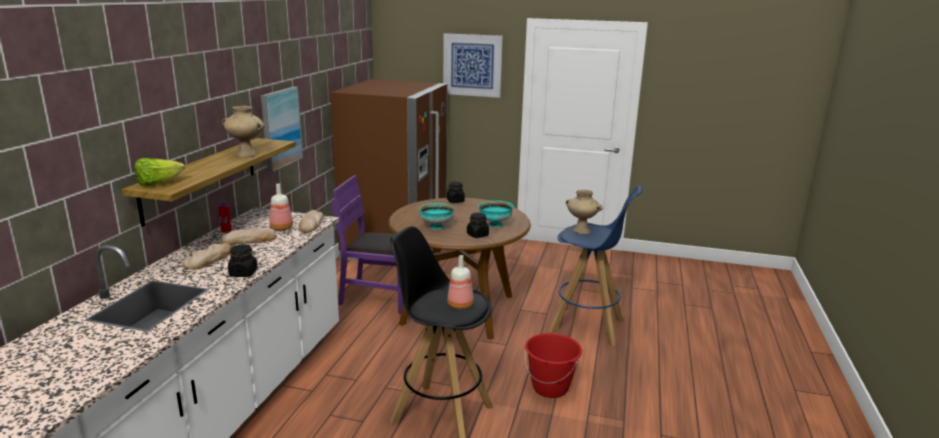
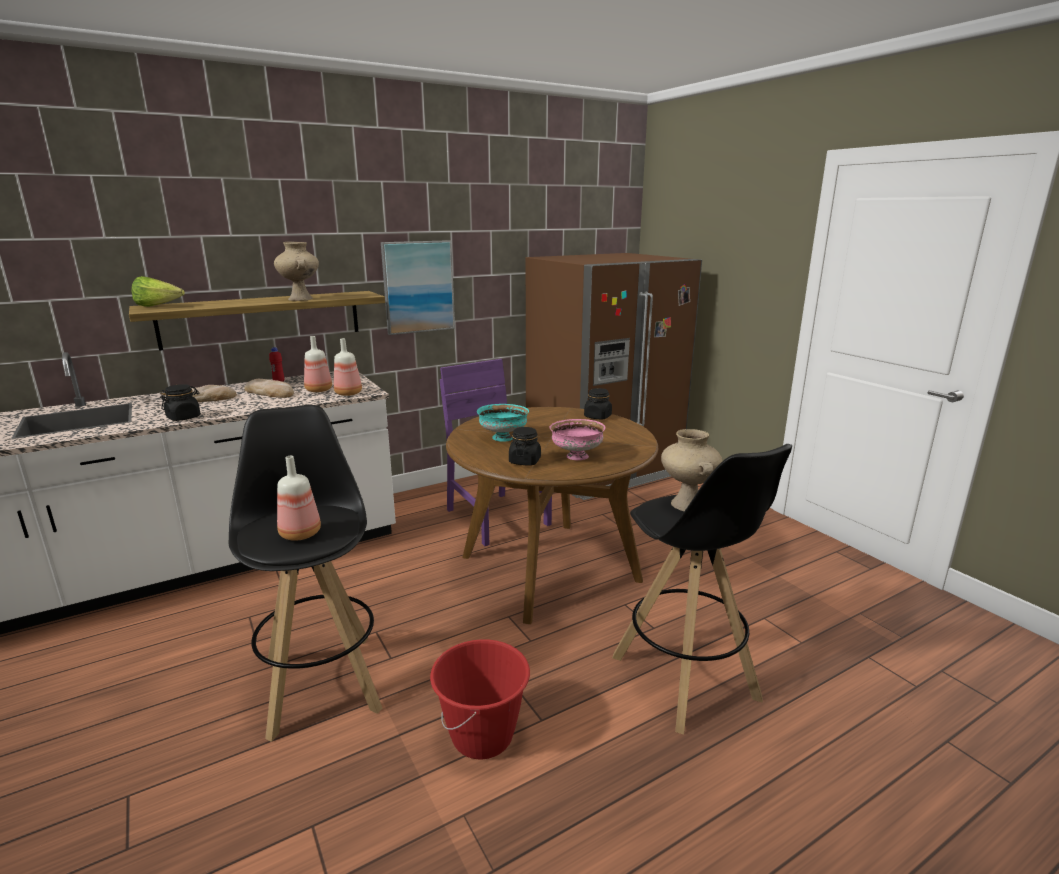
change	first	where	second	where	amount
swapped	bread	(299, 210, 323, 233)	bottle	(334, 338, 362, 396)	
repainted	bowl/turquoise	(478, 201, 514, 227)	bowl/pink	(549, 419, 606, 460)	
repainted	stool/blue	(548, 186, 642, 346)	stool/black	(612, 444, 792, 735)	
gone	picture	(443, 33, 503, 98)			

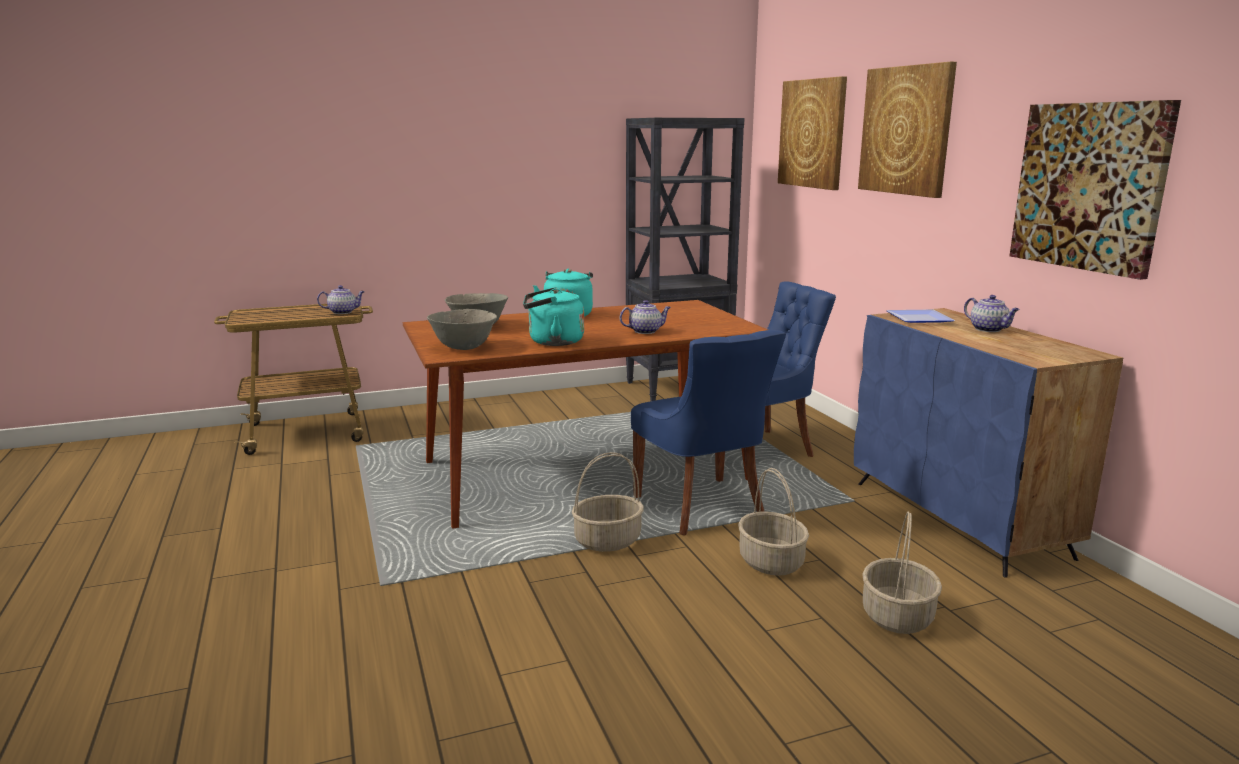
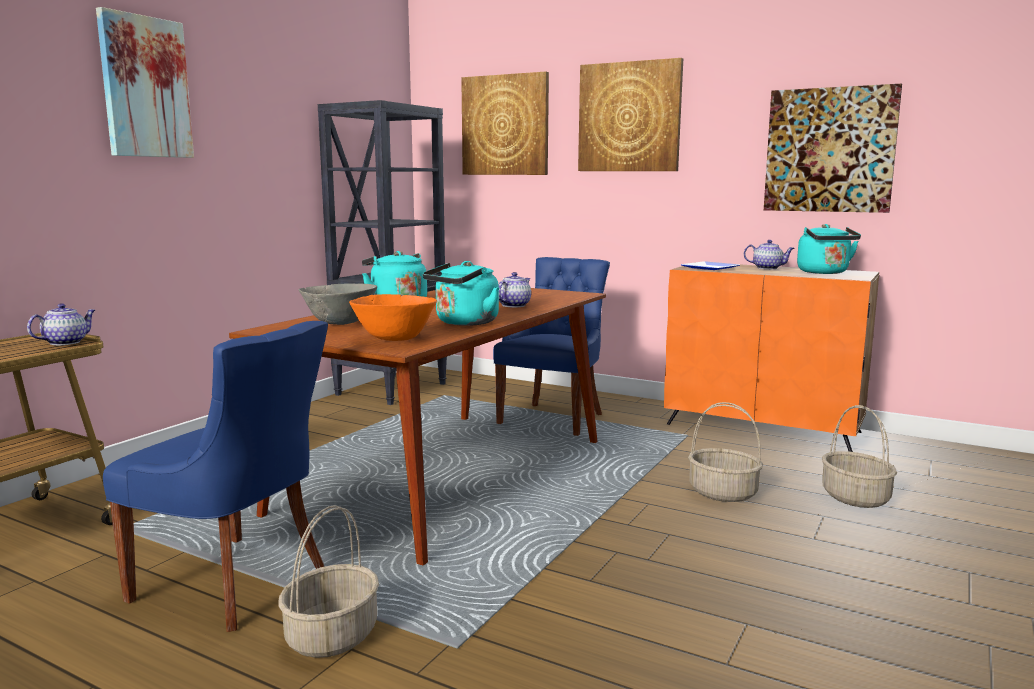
change	first	where	second	where	amount
new			picture	(96, 7, 194, 158)	
shifted	chair/blue	(631, 330, 786, 535)		(103, 321, 328, 632)	
shifted	basket	(571, 452, 644, 552)		(279, 505, 379, 658)	
repainted	bowl/grey	(427, 309, 497, 350)	bowl/orange	(349, 294, 437, 341)	
repainted	cabinet/blue	(854, 308, 1123, 578)	cabinet/orange	(664, 262, 879, 452)	
new			kettle/turquoise	(797, 224, 861, 274)	

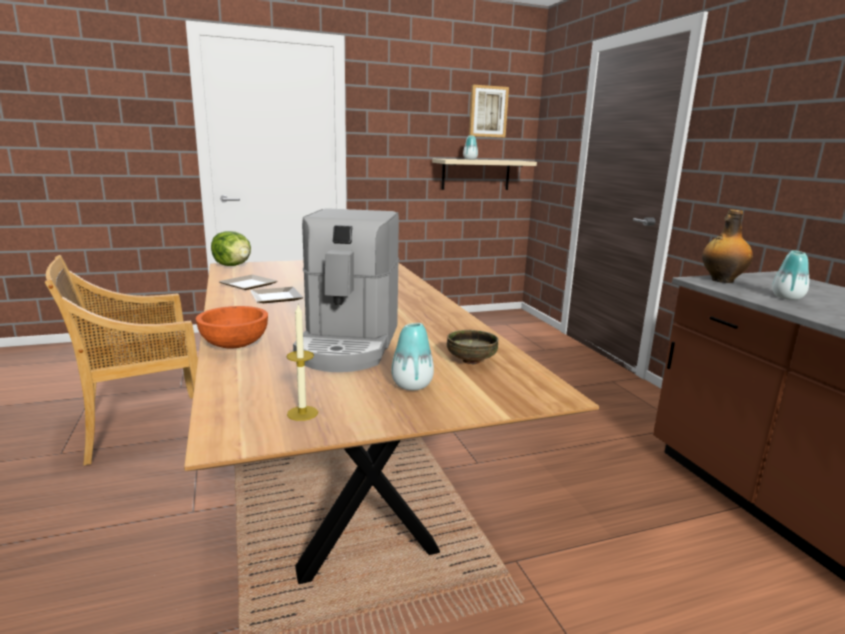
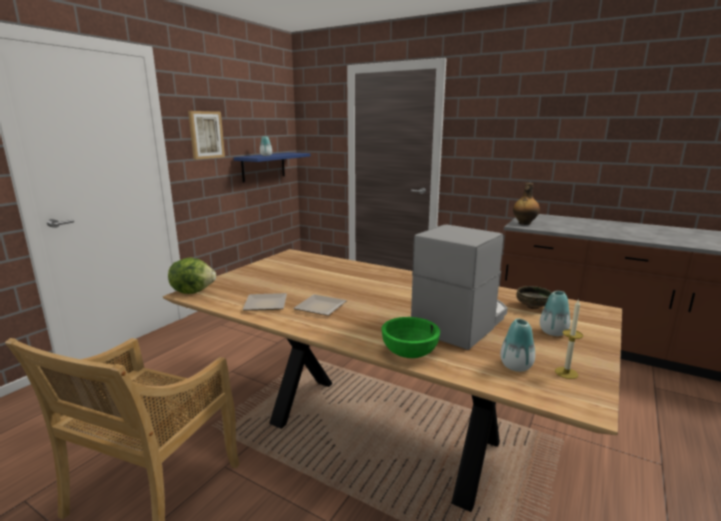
change	first	where	second	where	amount
shifted	picture	(469, 85, 509, 137)		(188, 111, 225, 160)	
repainted	shelf/beige	(432, 159, 537, 190)	shelf/blue	(234, 152, 311, 183)	
repainted	bowl/orange	(196, 306, 268, 349)	bowl/green	(381, 317, 440, 358)	
rotated	coffee machine	(293, 208, 399, 372)		(411, 225, 508, 350)	105 degrees counterclockwise
shifted	vase	(772, 250, 809, 300)		(500, 319, 535, 372)	

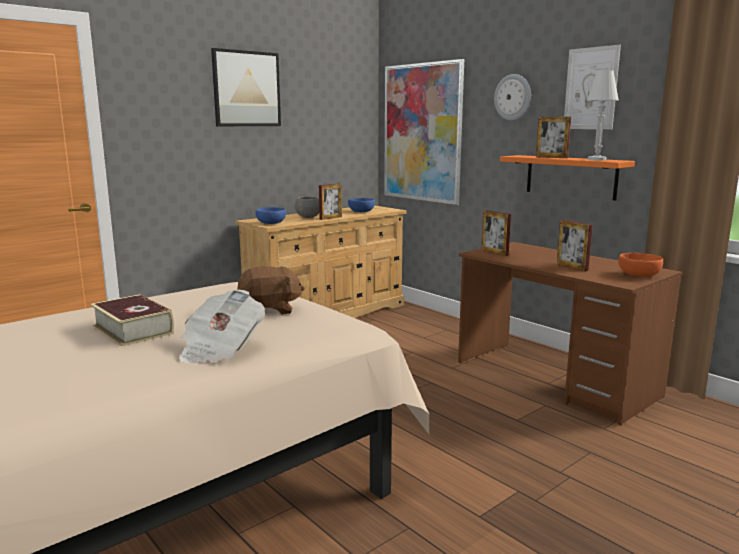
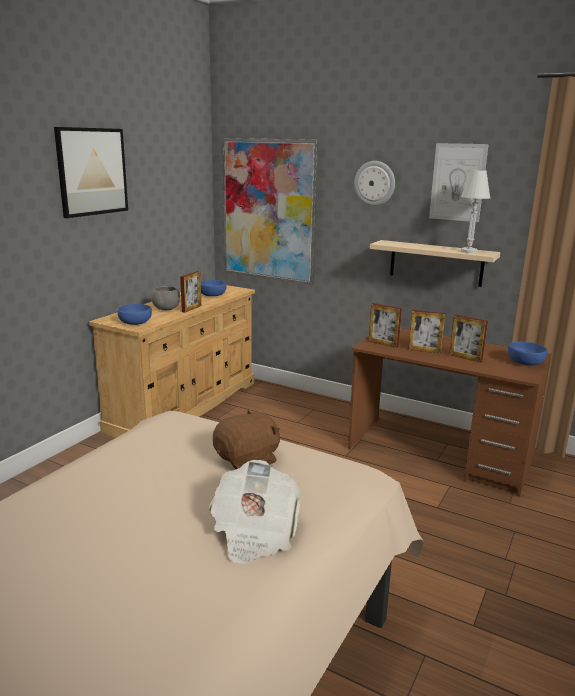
change	first	where	second	where	amount
repainted	shelf/orange	(500, 155, 635, 201)	shelf/beige	(370, 240, 500, 287)	
shifted	picture frame	(536, 117, 571, 158)		(408, 310, 446, 354)	
repainted	bowl/orange	(618, 253, 663, 277)	bowl/blue	(508, 342, 547, 365)	
gone	book	(90, 294, 174, 346)			

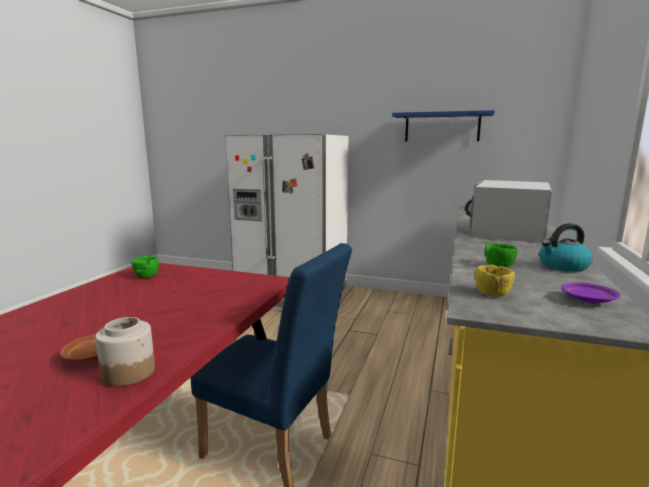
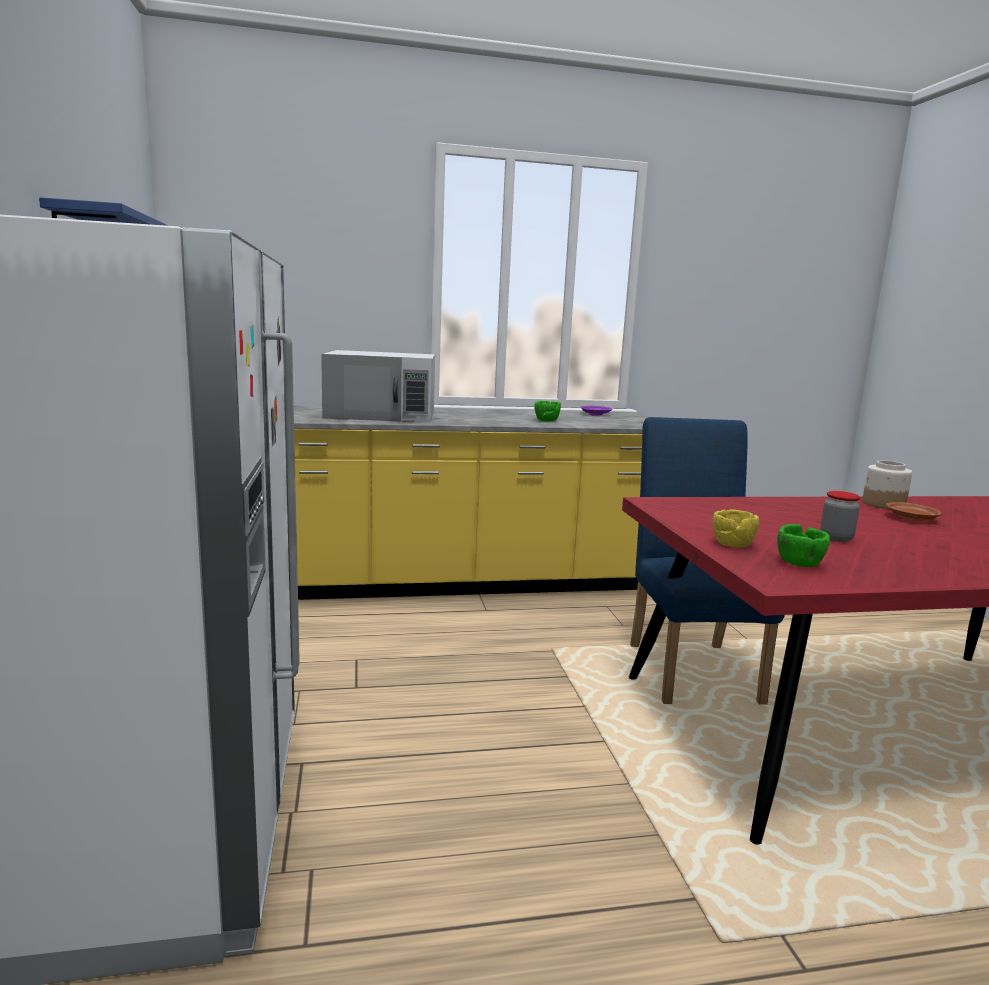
change	first	where	second	where	amount
shifted	bowl/yellow	(475, 265, 515, 296)		(713, 509, 759, 548)	
new			jar	(820, 491, 860, 542)	
gone	kettle	(539, 223, 593, 272)			

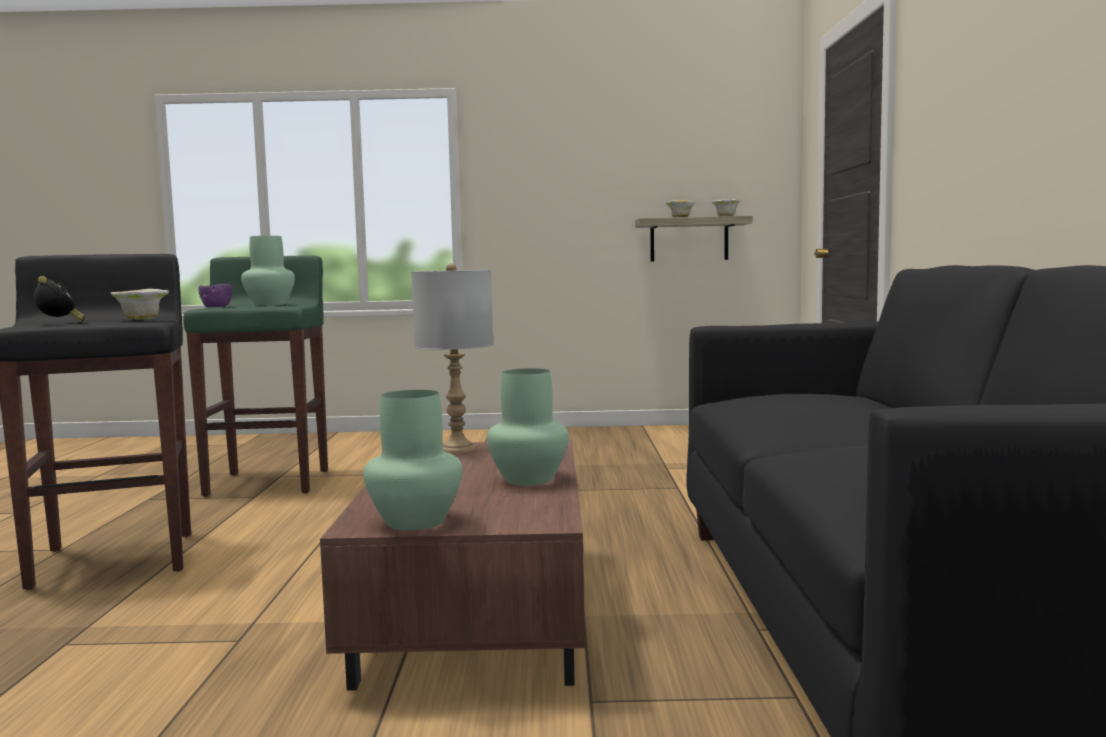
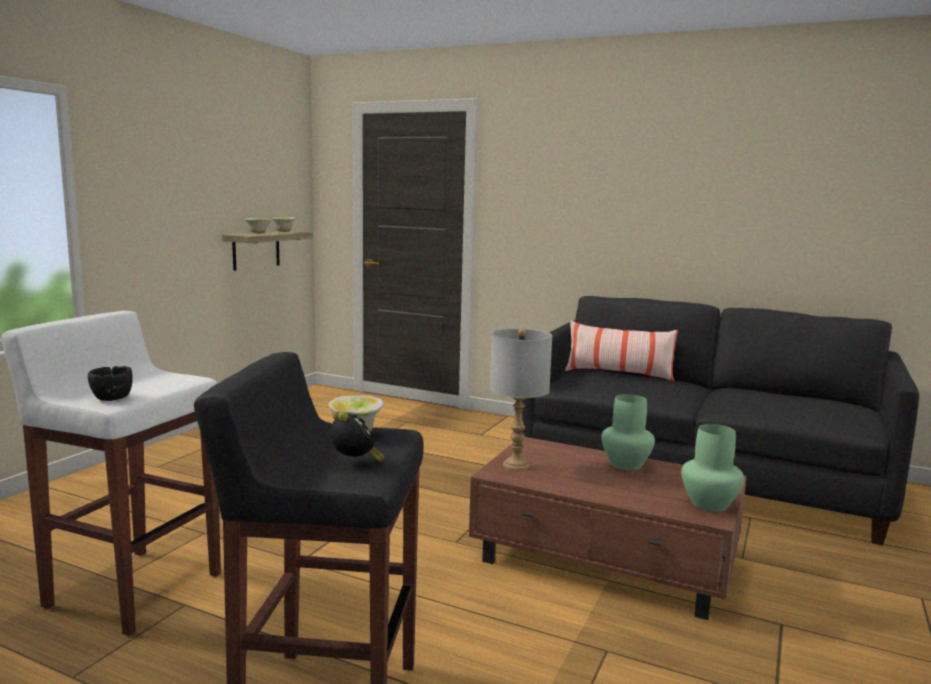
change	first	where	second	where	amount
repainted	stool/green	(183, 255, 328, 497)	stool/white	(1, 311, 221, 636)	
repainted	bowl/purple	(199, 284, 232, 307)	bowl/black	(88, 366, 133, 401)	
rotated	alarm clock	(33, 276, 86, 322)		(330, 411, 385, 462)	75 degrees clockwise
new			pillow	(565, 321, 678, 382)	
gone	vase/green	(241, 236, 295, 306)			

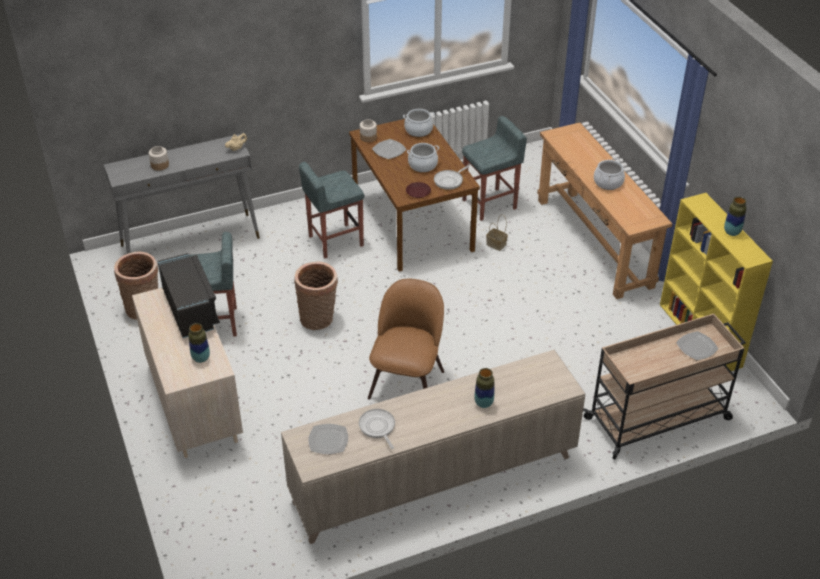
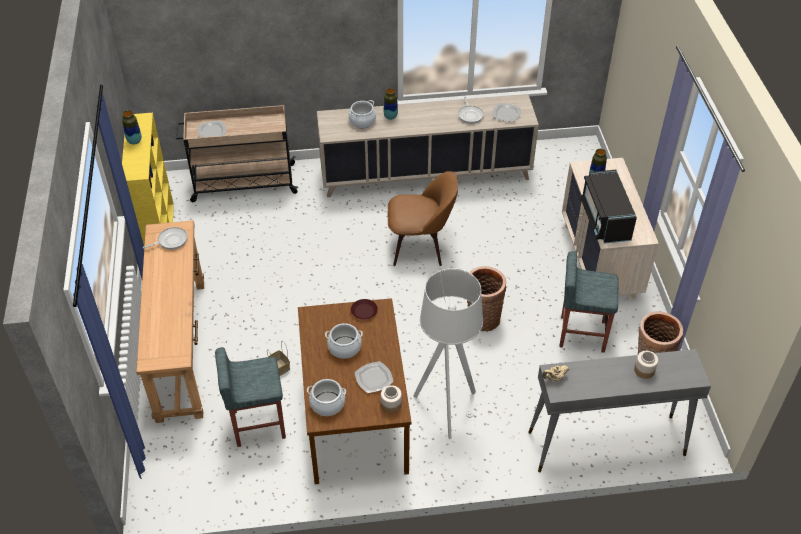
change	first	where	second	where	amount
shifted	frying pan	(434, 165, 470, 190)		(143, 227, 188, 250)	
shifted	cooking pot	(594, 158, 625, 190)		(348, 100, 376, 128)	
rotated	chair/brown	(368, 279, 444, 400)		(388, 171, 458, 266)	120 degrees counterclockwise
swapped	stool/grey	(299, 162, 364, 259)	floor lamp/grey	(413, 268, 483, 439)	

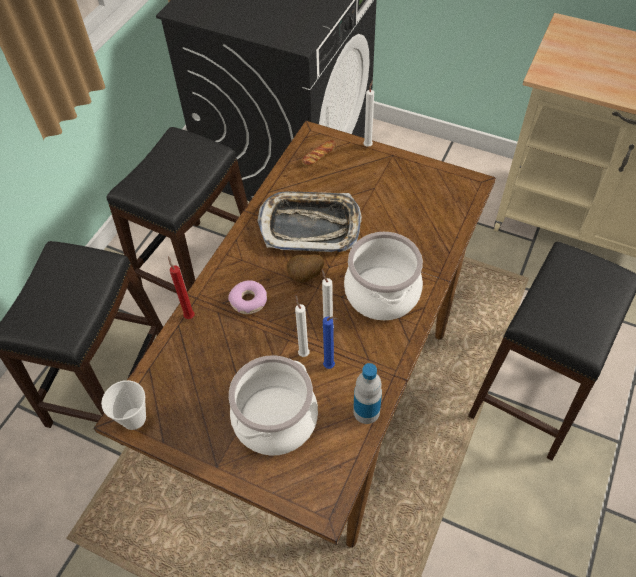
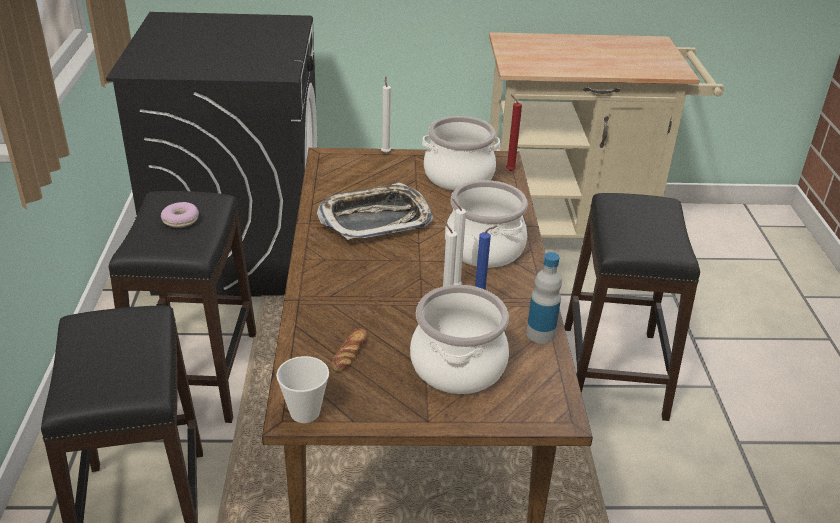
change	first	where	second	where	amount
shifted	donut	(228, 280, 267, 314)		(161, 202, 199, 228)	
shifted	bread	(302, 140, 337, 166)		(331, 329, 367, 372)	
new			cooking pot	(422, 116, 500, 190)	
shifted	candle/red	(168, 256, 195, 319)		(506, 94, 522, 171)	
gone	potato	(287, 254, 324, 282)			

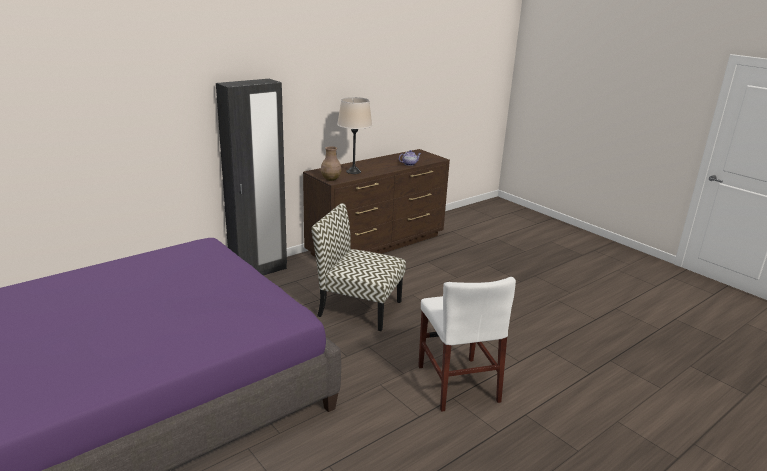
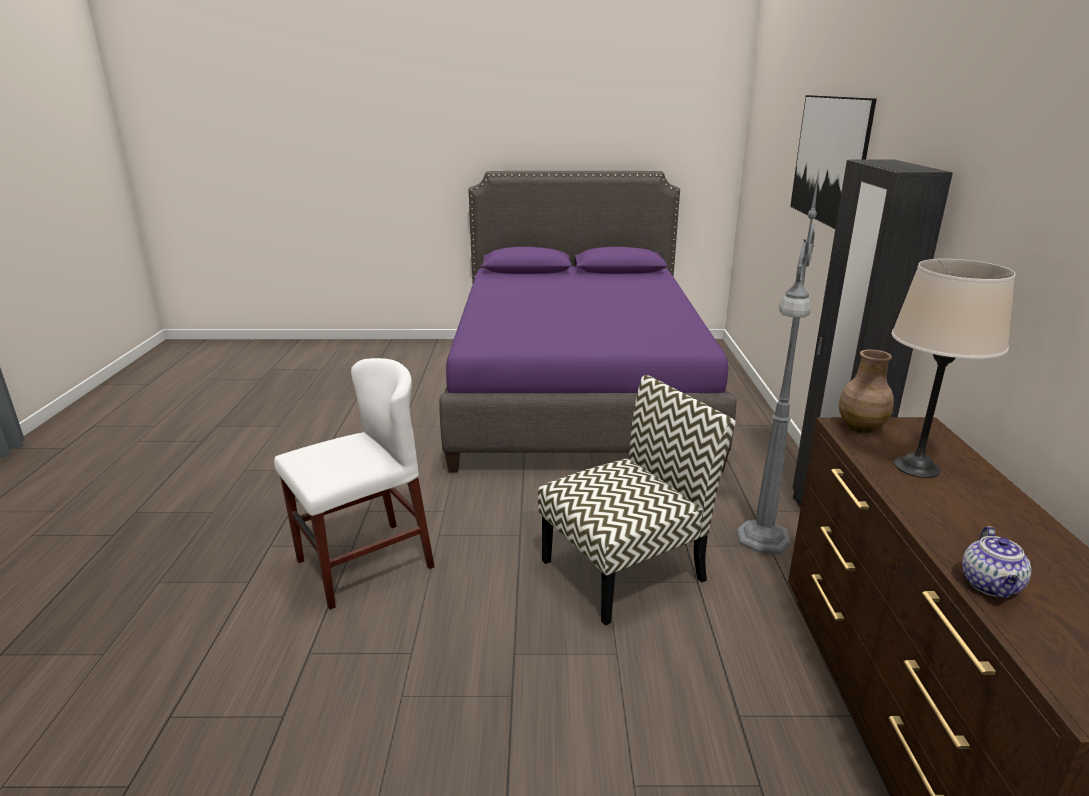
change	first	where	second	where	amount
rotated	chair/white	(418, 277, 516, 412)		(274, 358, 435, 610)	120 degrees clockwise
new			floor lamp/grey	(737, 171, 819, 554)	
new			picture	(790, 95, 877, 229)	

